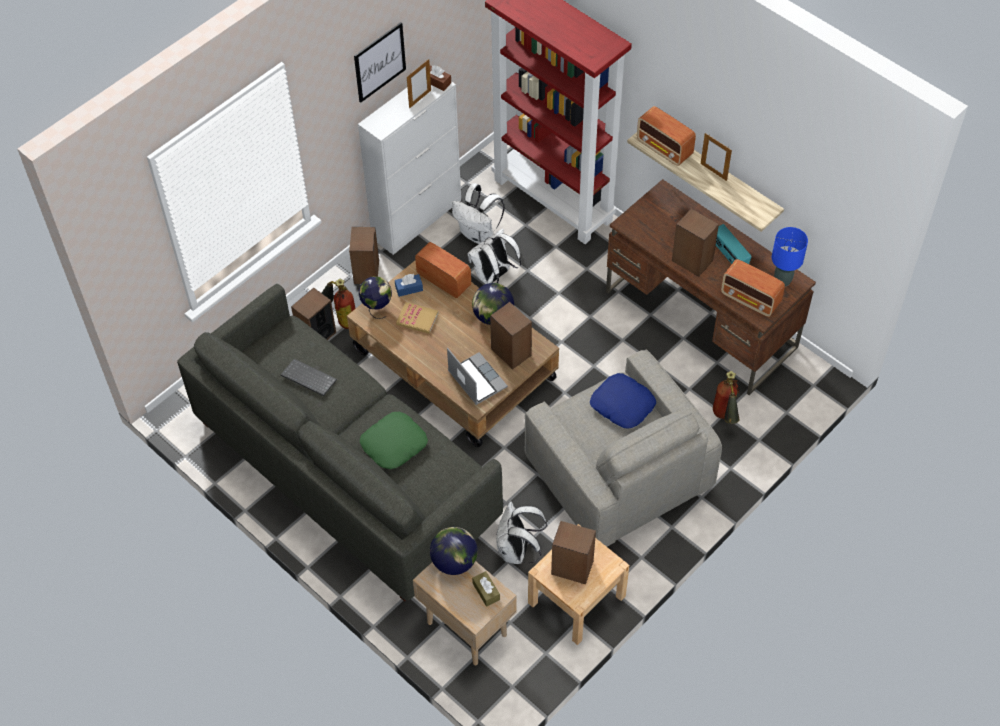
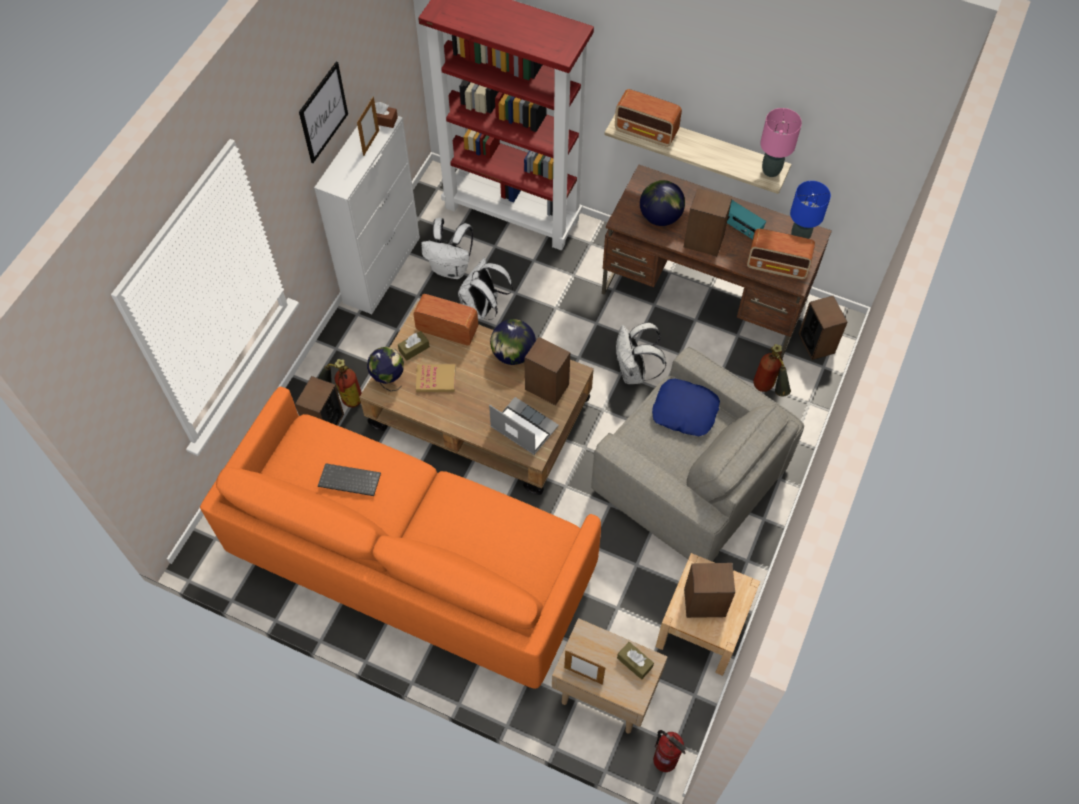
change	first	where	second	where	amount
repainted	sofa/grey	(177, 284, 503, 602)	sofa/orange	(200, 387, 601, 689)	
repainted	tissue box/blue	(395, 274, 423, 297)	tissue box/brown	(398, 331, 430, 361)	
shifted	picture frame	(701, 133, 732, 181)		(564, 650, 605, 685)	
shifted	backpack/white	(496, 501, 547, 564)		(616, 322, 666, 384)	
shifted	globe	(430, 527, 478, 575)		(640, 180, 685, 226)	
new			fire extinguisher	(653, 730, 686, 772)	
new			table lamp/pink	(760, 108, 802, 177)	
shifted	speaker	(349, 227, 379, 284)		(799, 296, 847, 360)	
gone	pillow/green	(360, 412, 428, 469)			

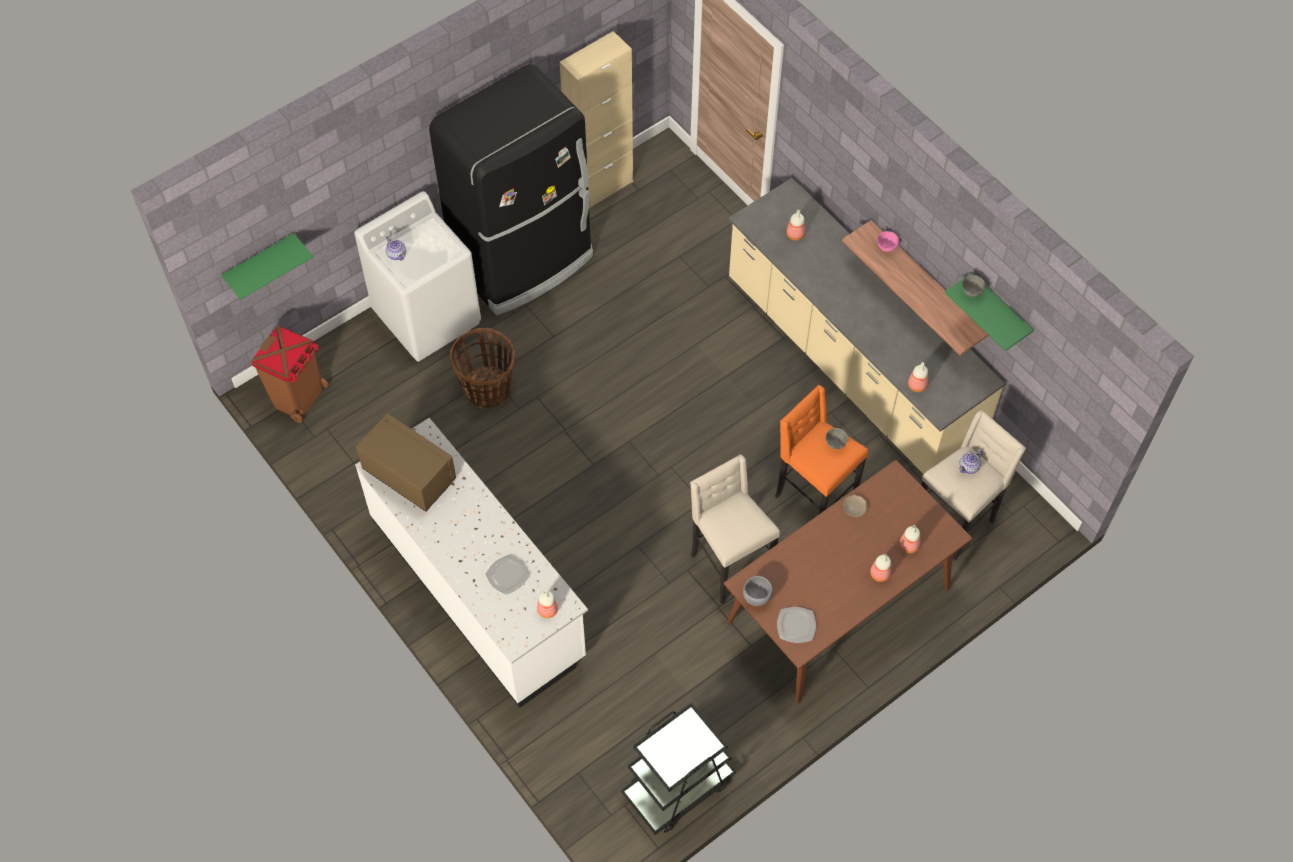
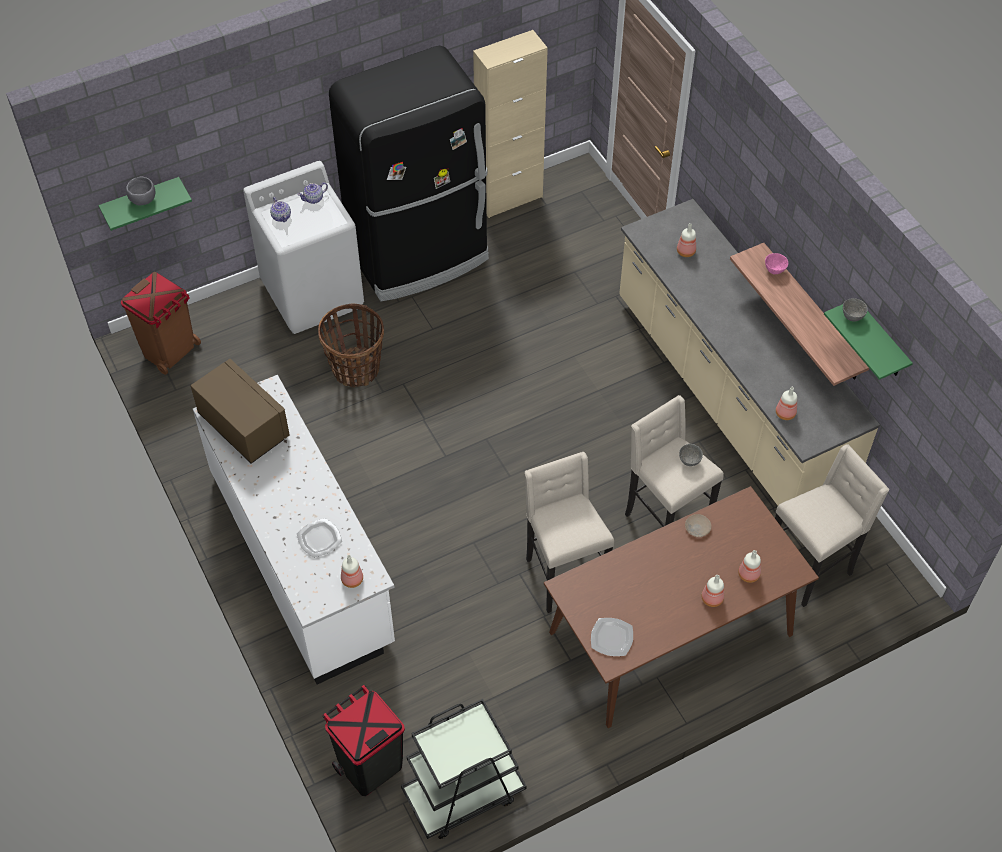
change	first	where	second	where	amount
shifted	bowl/grey	(743, 576, 773, 606)		(126, 177, 155, 206)	
shifted	teapot	(959, 450, 983, 474)		(297, 182, 328, 204)	
new			trash can/black	(322, 685, 405, 796)	
repainted	stool/orange	(775, 385, 868, 514)	stool/beige	(625, 395, 724, 527)	

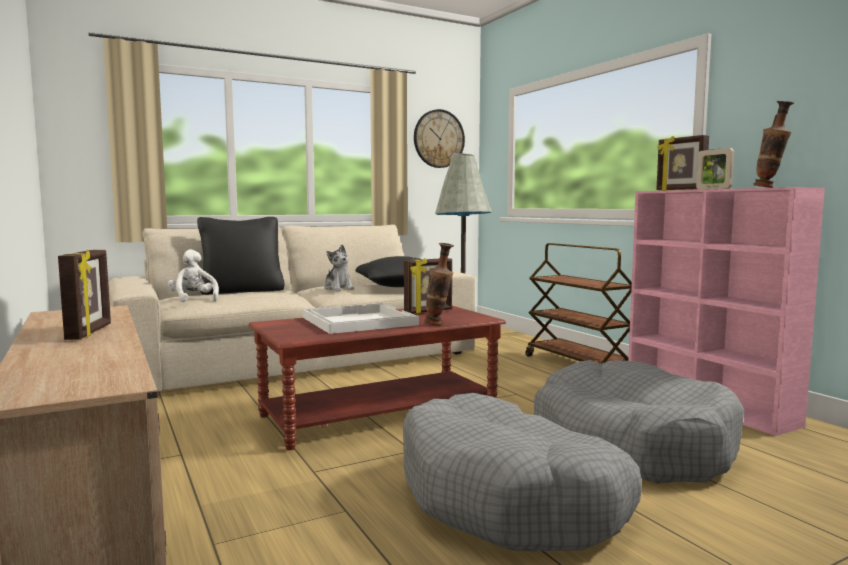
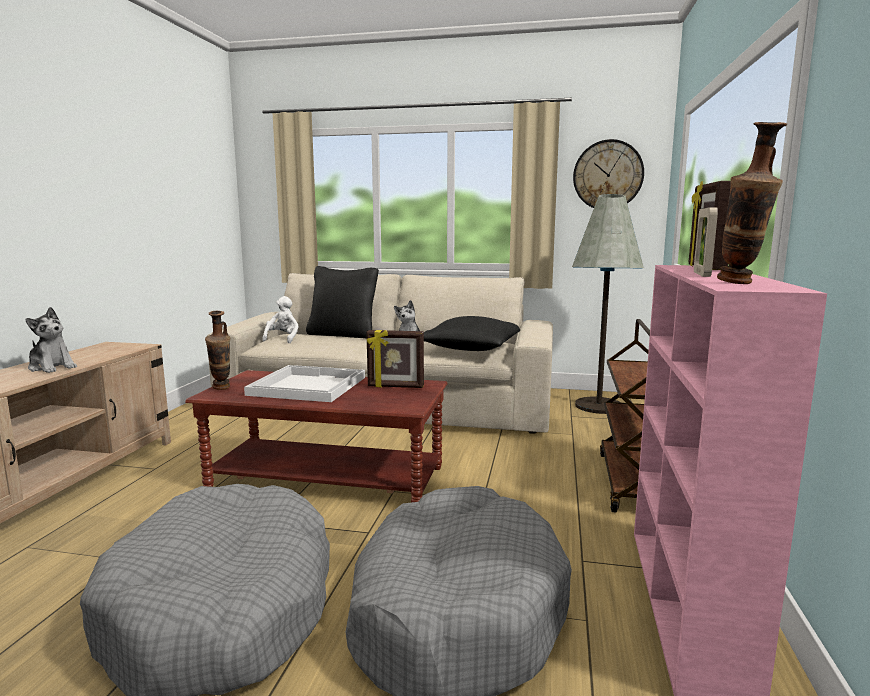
change	first	where	second	where	amount
swapped	picture frame	(58, 250, 111, 340)	plush toy	(25, 307, 77, 373)	
shifted	vase	(425, 243, 454, 325)		(205, 311, 230, 390)	

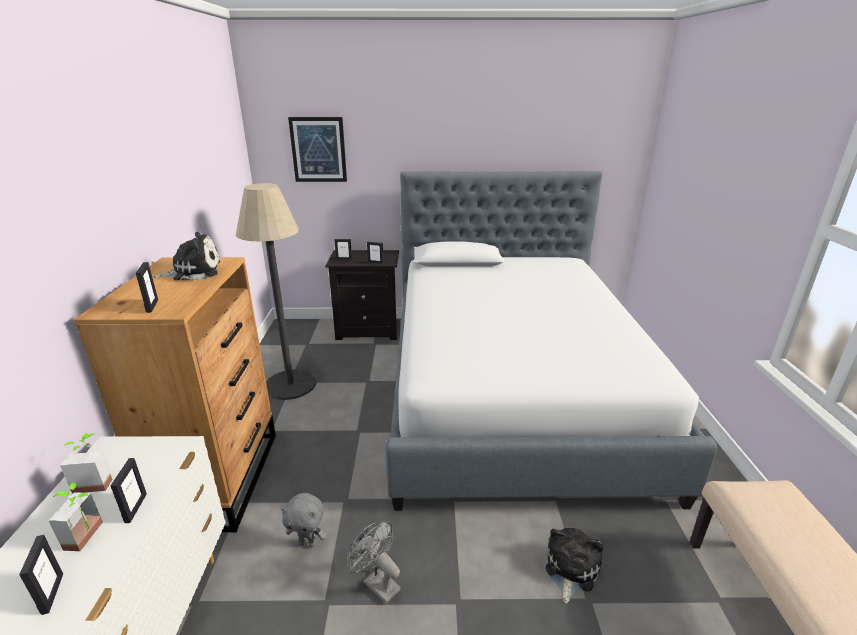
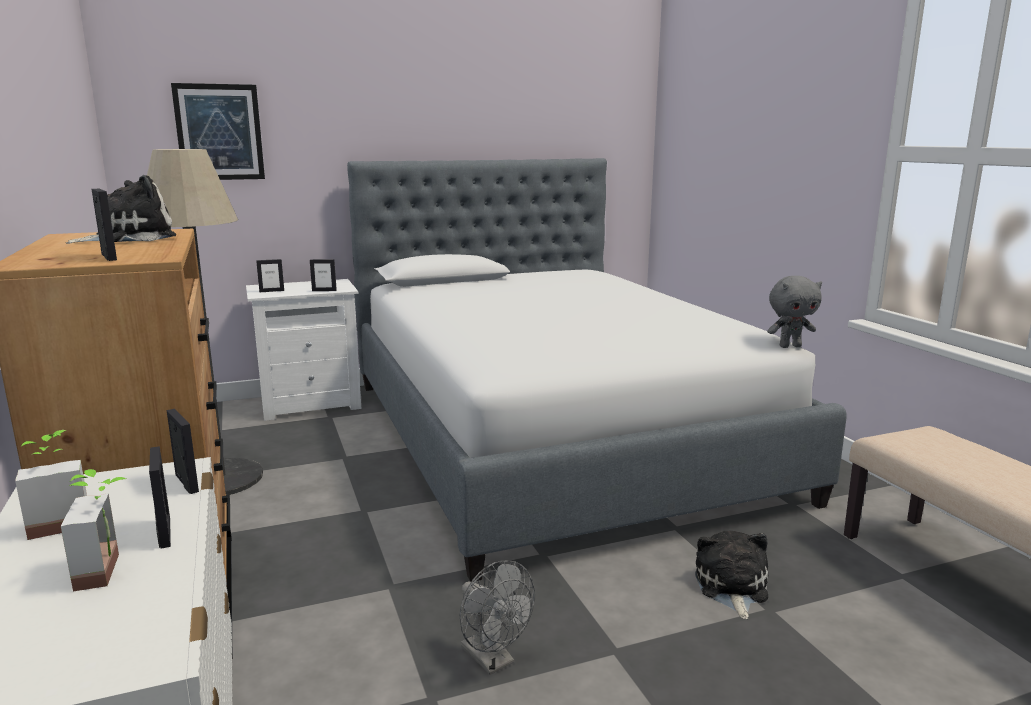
change	first	where	second	where	amount
shifted	picture frame	(19, 535, 63, 615)		(167, 409, 199, 494)	
repainted	nightstand/black	(325, 250, 399, 340)	nightstand/white	(246, 279, 361, 421)	
rotated	fan/grey	(347, 521, 401, 604)		(460, 560, 535, 675)	150 degrees counterclockwise
shifted	plush toy/grey	(281, 493, 327, 547)		(767, 276, 822, 348)	

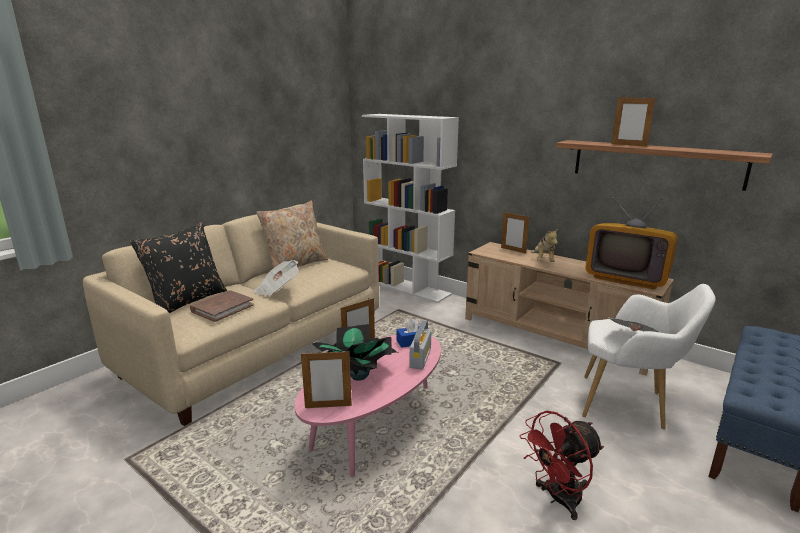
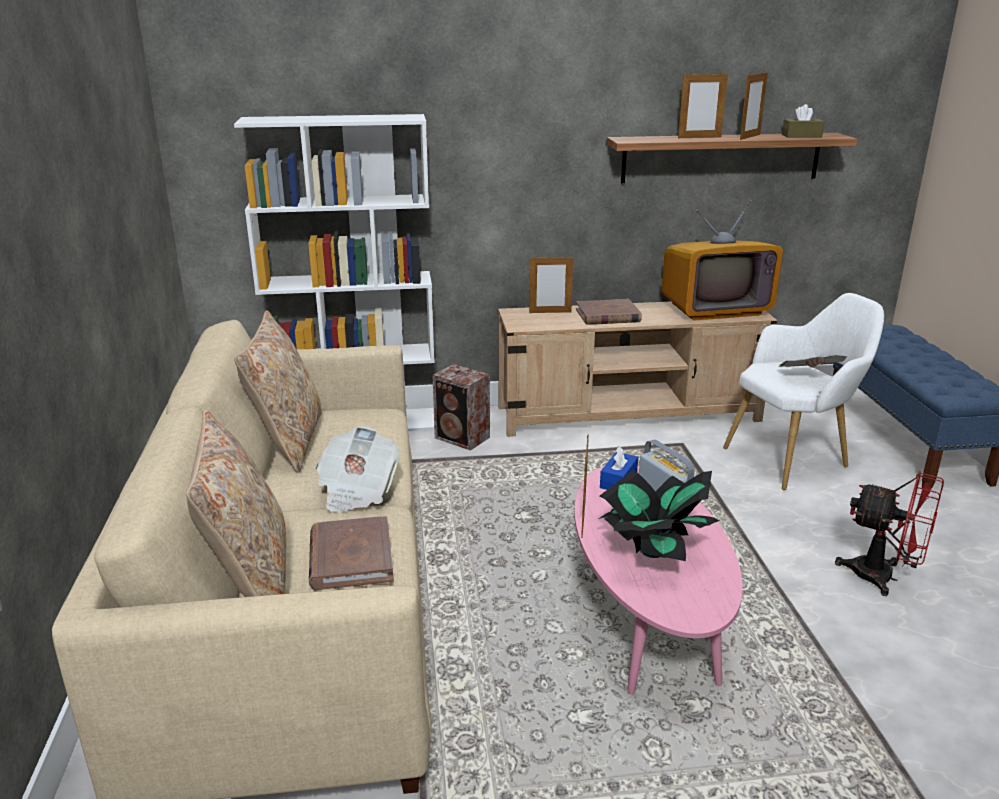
change	first	where	second	where	amount
repainted	pillow/black	(130, 222, 227, 313)	pillow/beige	(186, 410, 286, 597)	
new			speaker	(432, 364, 490, 450)	
swapped	plush toy	(531, 228, 558, 262)	book/brown	(576, 299, 642, 325)	
shifted	picture frame	(301, 350, 352, 408)		(740, 72, 768, 140)	
new			tissue box/brown	(782, 104, 825, 137)	
rotated	fan/red	(520, 411, 604, 520)		(835, 471, 944, 596)	75 degrees counterclockwise

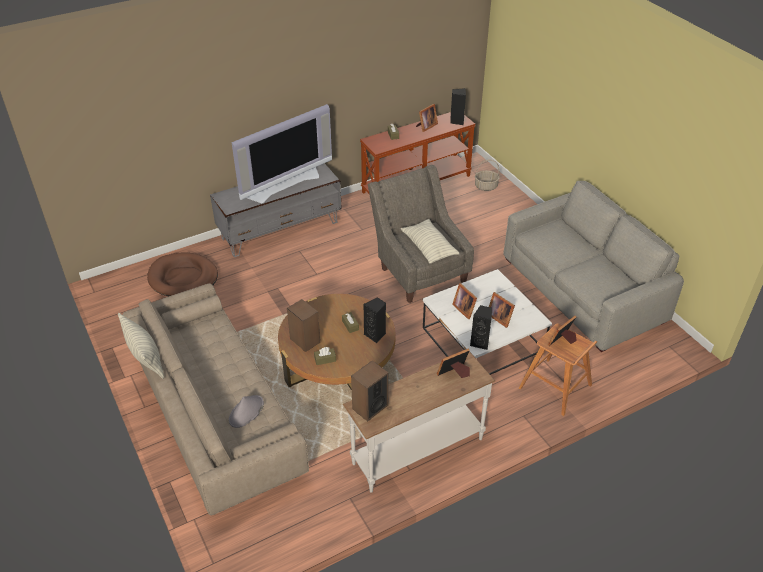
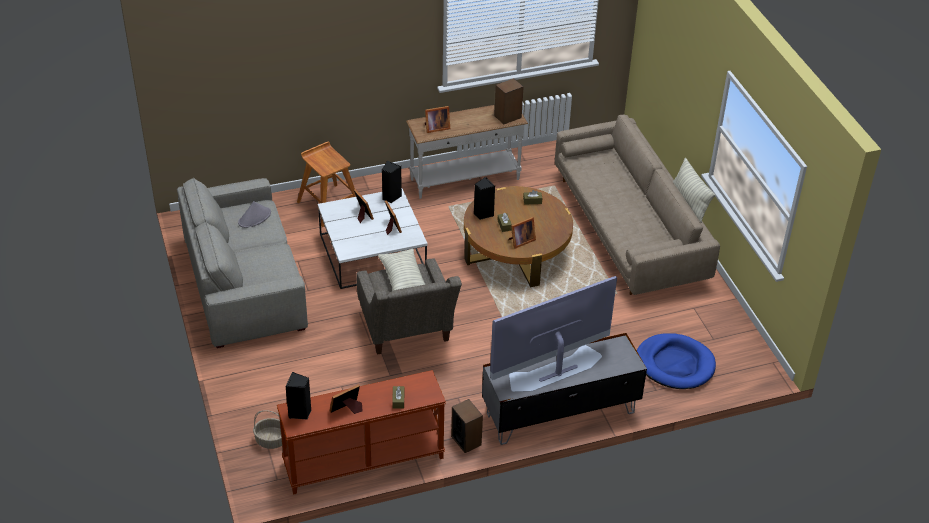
change	first	where	second	where	amount
shifted	hat/grey	(229, 395, 264, 428)		(238, 201, 271, 228)	
shifted	speaker	(287, 299, 320, 352)		(451, 399, 483, 453)	
shifted	picture frame	(548, 316, 577, 346)		(508, 217, 536, 249)	
repainted	dog bed/brown	(147, 253, 218, 296)	dog bed/blue	(637, 333, 716, 389)	

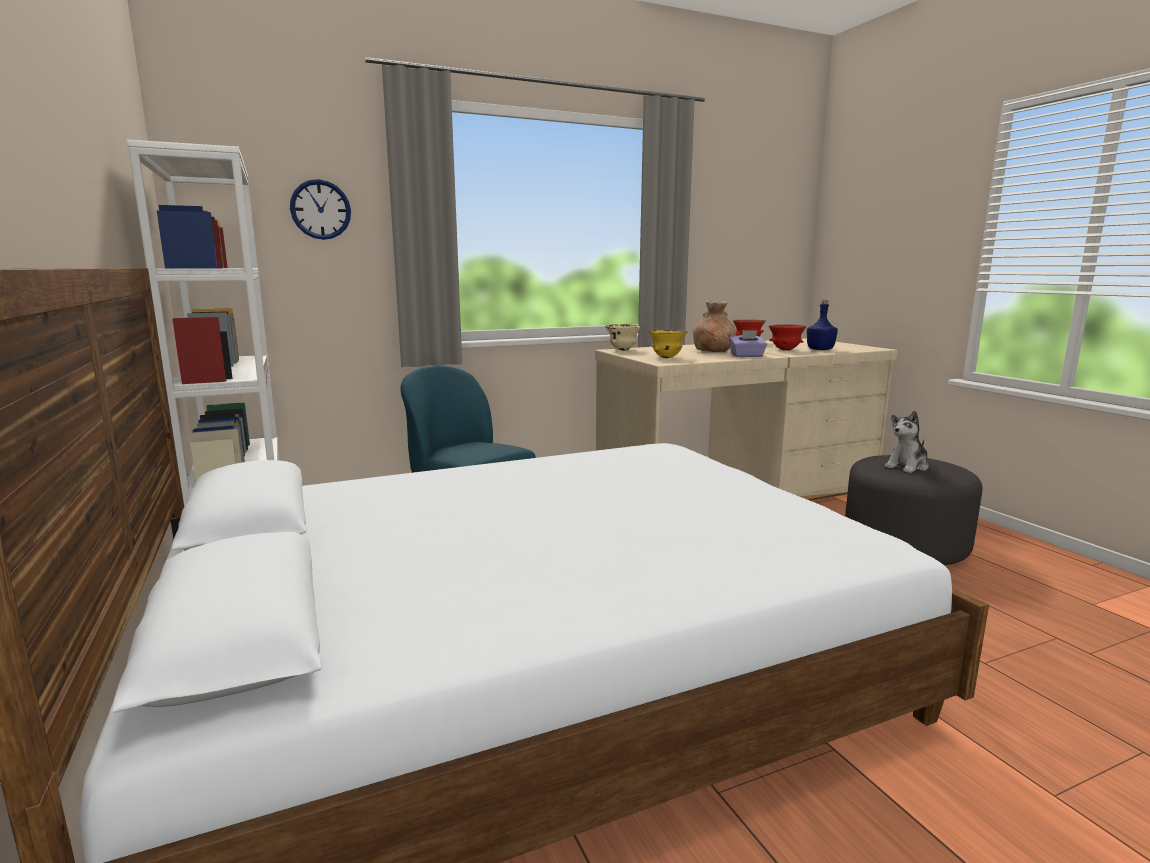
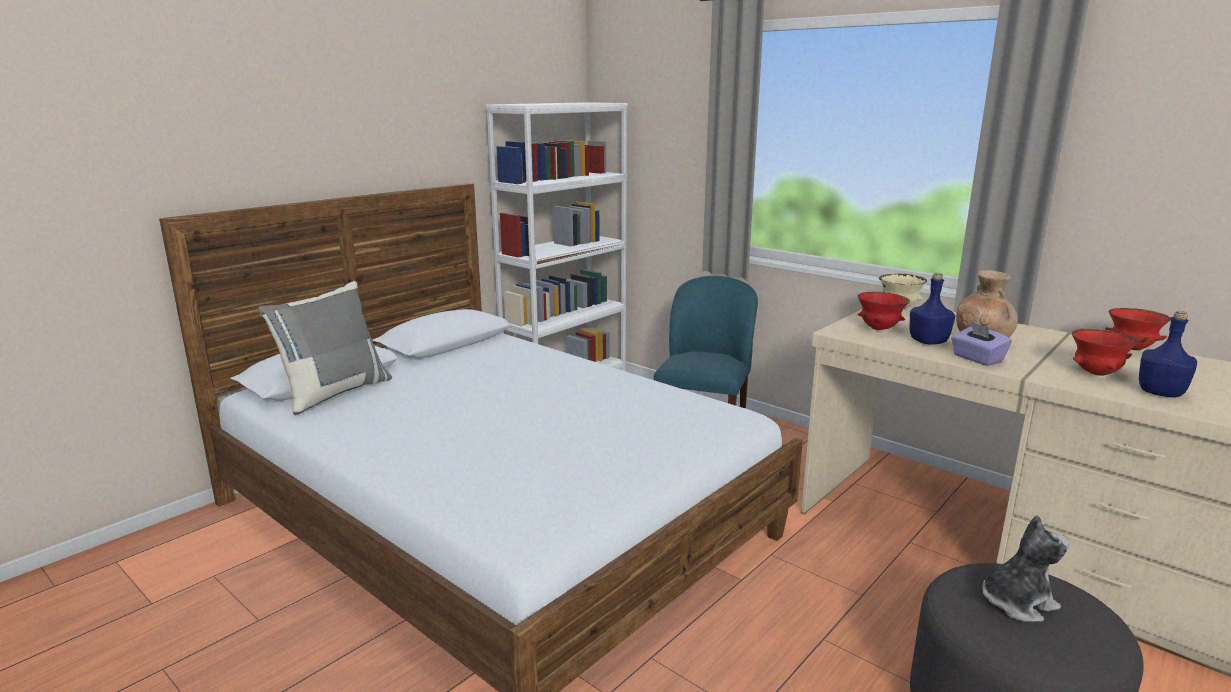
change	first	where	second	where	amount
new			pillow/grey	(258, 281, 392, 415)	
repainted	bowl/yellow	(648, 330, 688, 358)	bowl/red	(858, 292, 910, 330)	
new			bottle/blue	(910, 273, 955, 345)	
rotated	plush toy	(885, 411, 929, 473)		(982, 515, 1069, 622)	135 degrees clockwise
gone	wall clock	(290, 179, 351, 240)			

